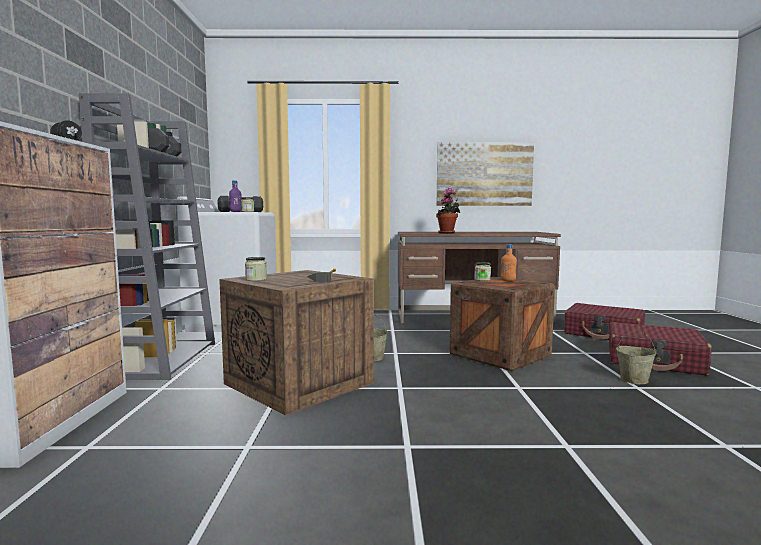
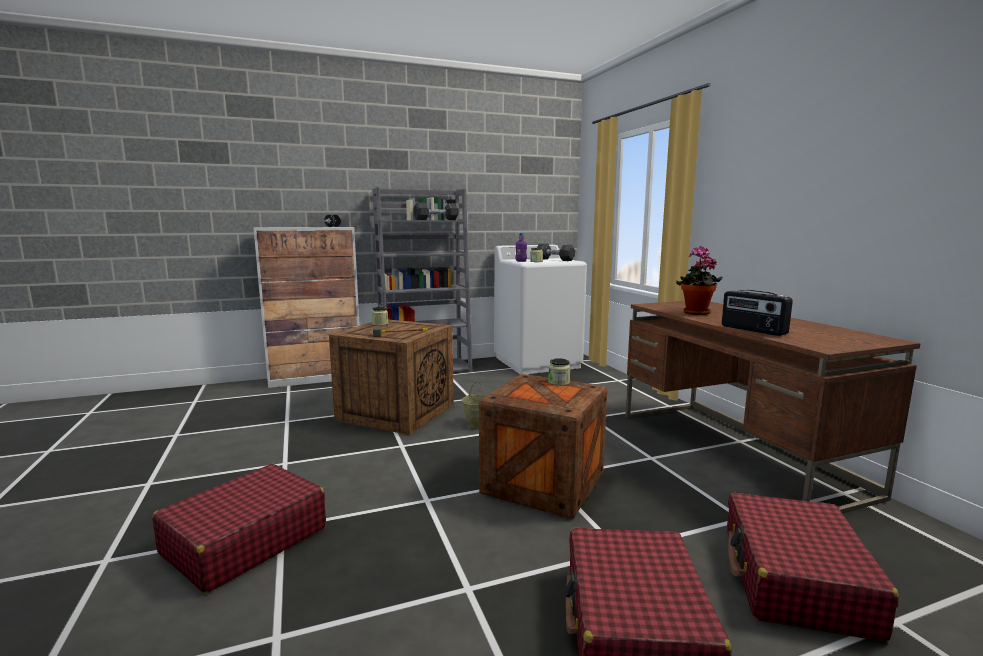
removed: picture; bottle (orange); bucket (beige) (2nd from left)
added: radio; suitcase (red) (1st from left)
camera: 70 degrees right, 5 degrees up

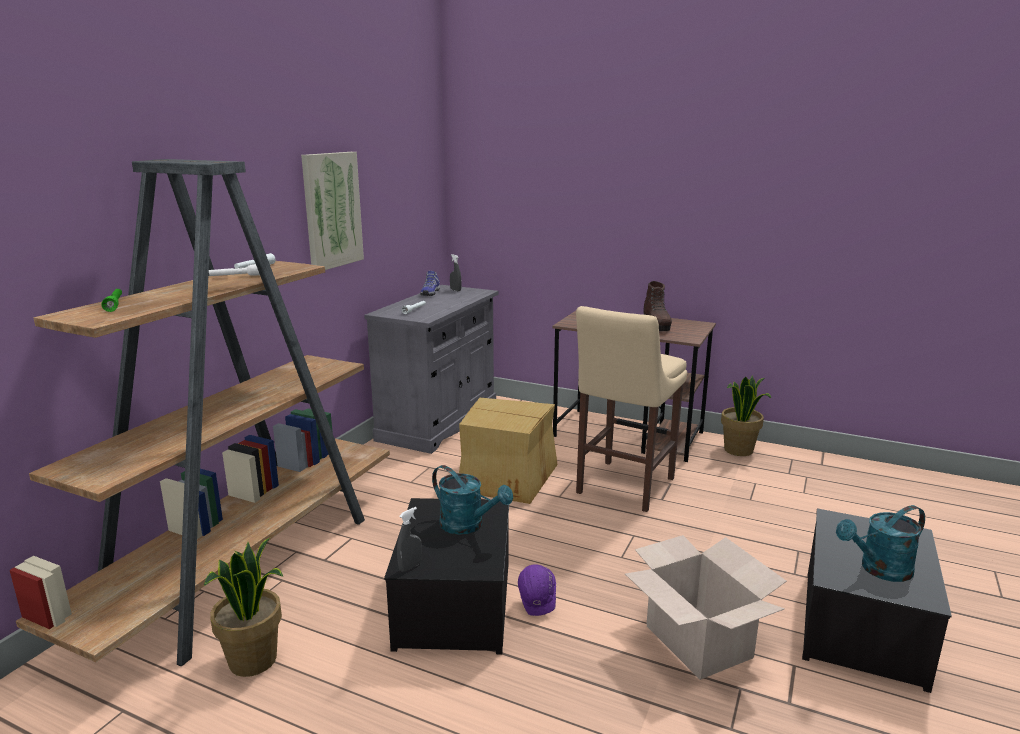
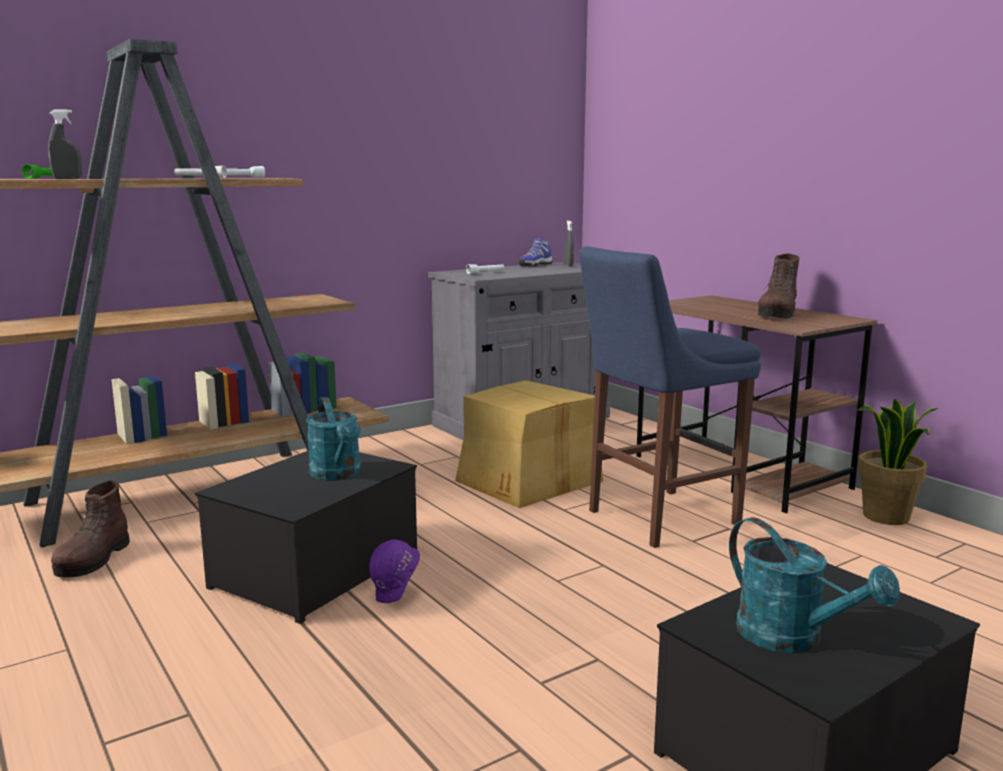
removed: picture; cardboard box (2nd from left)
moved: spray bottle (grey) (1st from left)
replaced: potted plant (1st from left) to boot (brown) (1st from left)
recoloured: stool (beige) to stool (blue)
turned: watering can (turquoise) (2nd from left) 135 degrees counterclockwise
camera: 30 degrees right, 5 degrees down

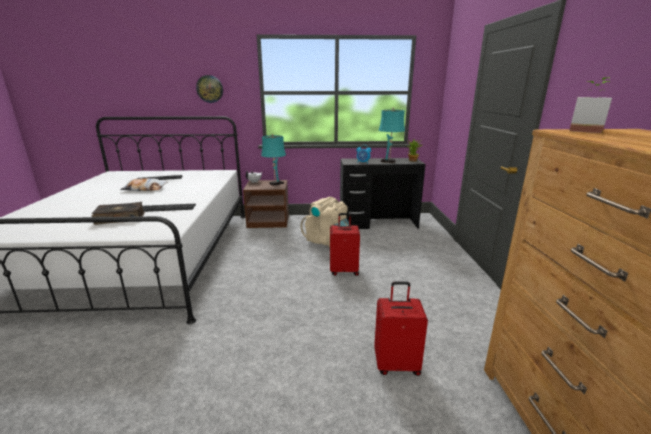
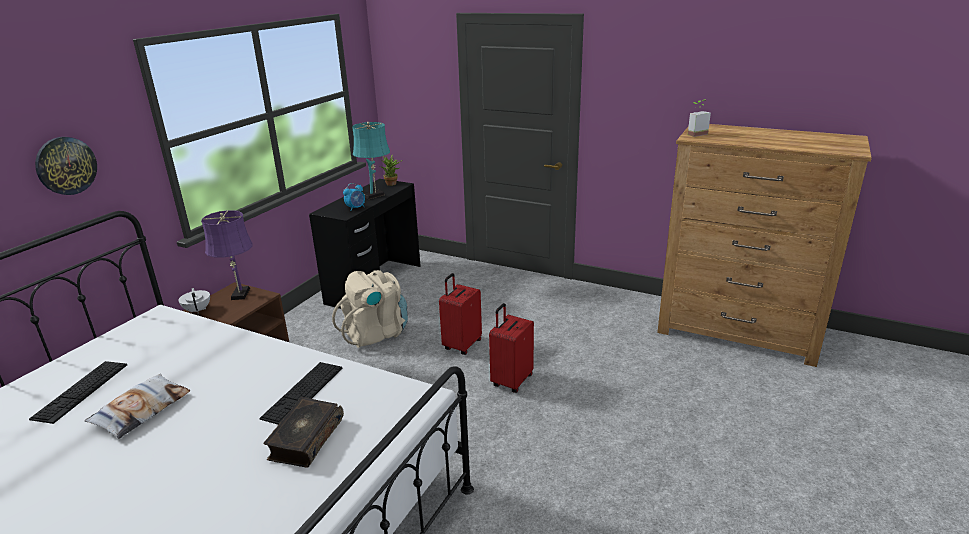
moved: suitcase (red) (2nd from left)
recoloured: table lamp (turquoise) (1st from left) to table lamp (purple)
camera: 60 degrees left, 5 degrees up

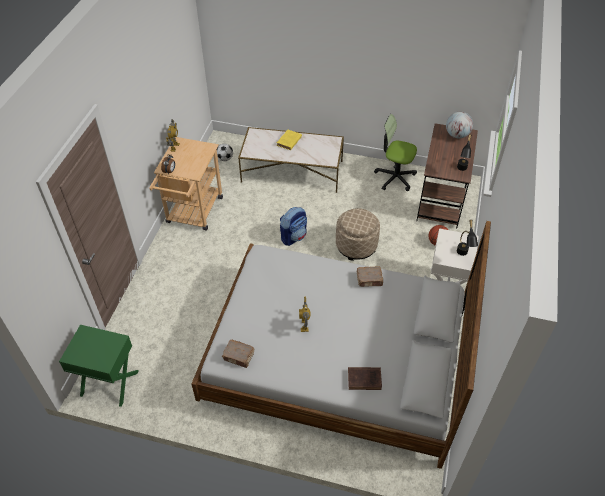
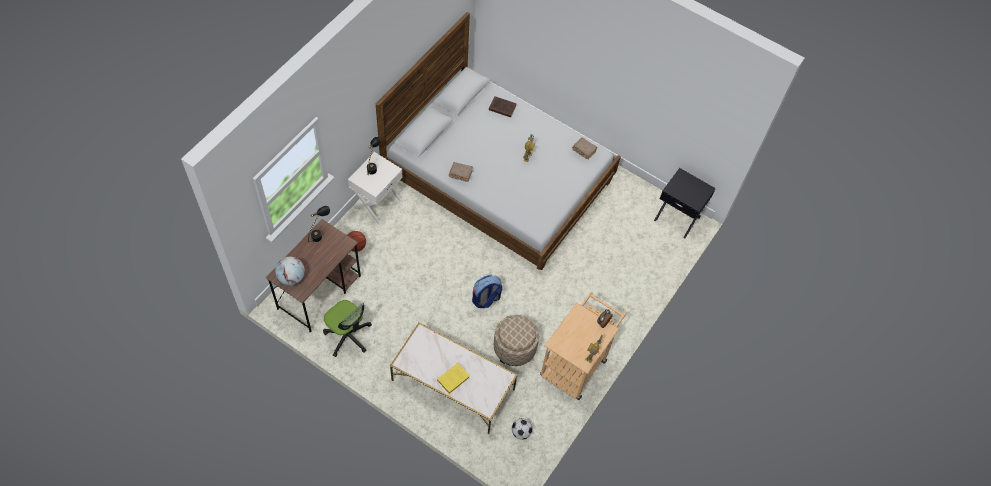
moved: ottoman (beige)
recoloured: nightstand (green) to nightstand (black)
camera: 165 degrees left, 10 degrees up

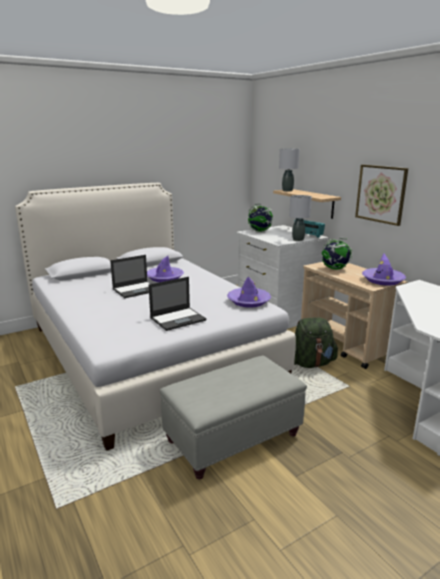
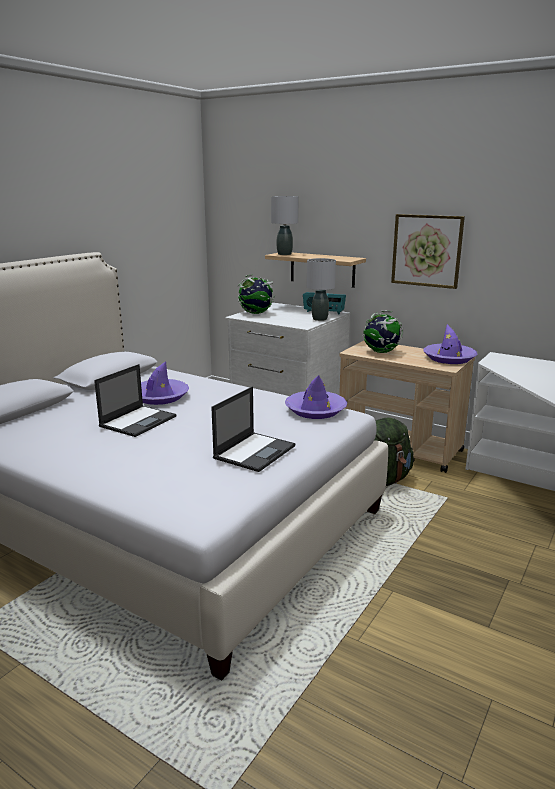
removed: ottoman (grey)
camera: 25 degrees left, 0 degrees up

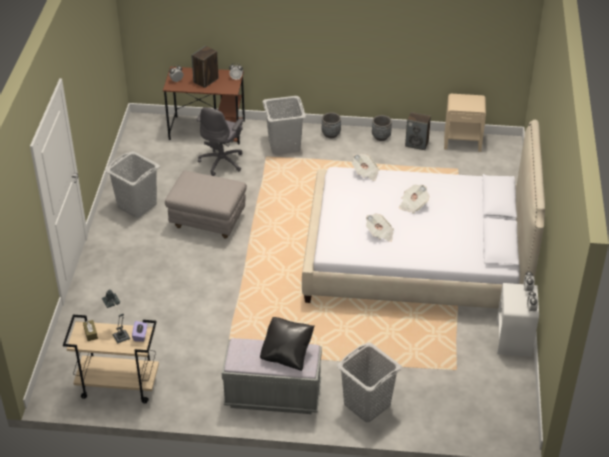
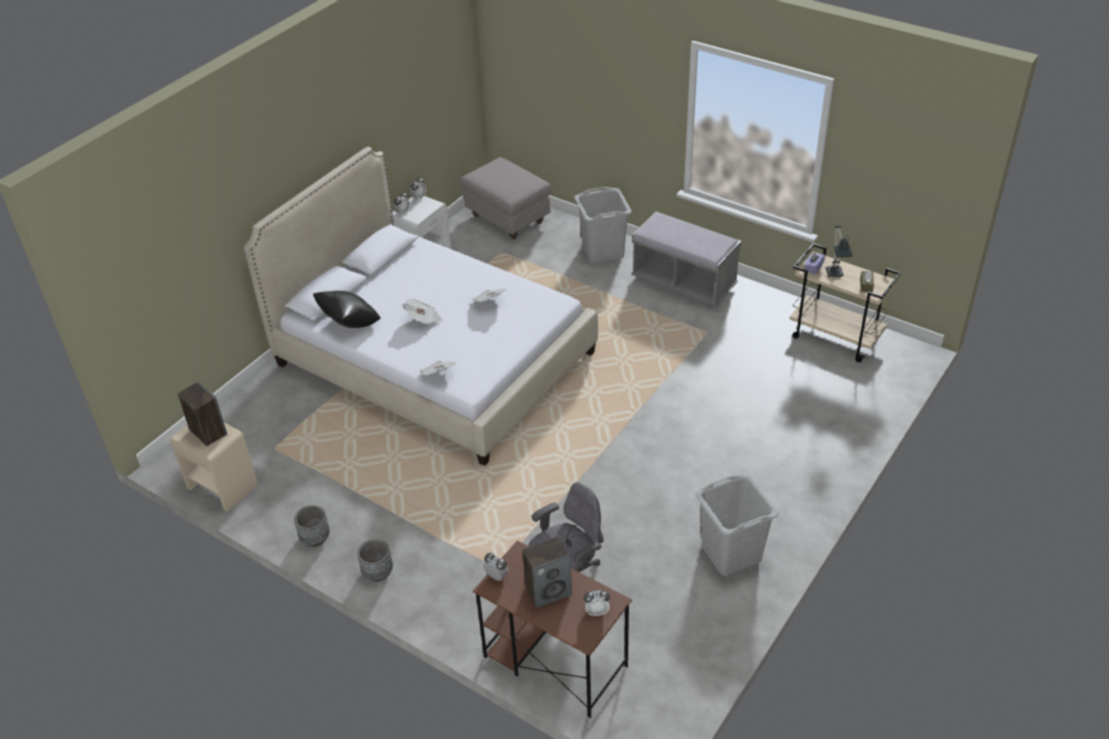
removed: laundry basket (grey) (2nd from left)
moved: speaker (2nd from left in the first image) to speaker (1st from left); ottoman (grey); pillow (black)
camera: 150 degrees left, 0 degrees up

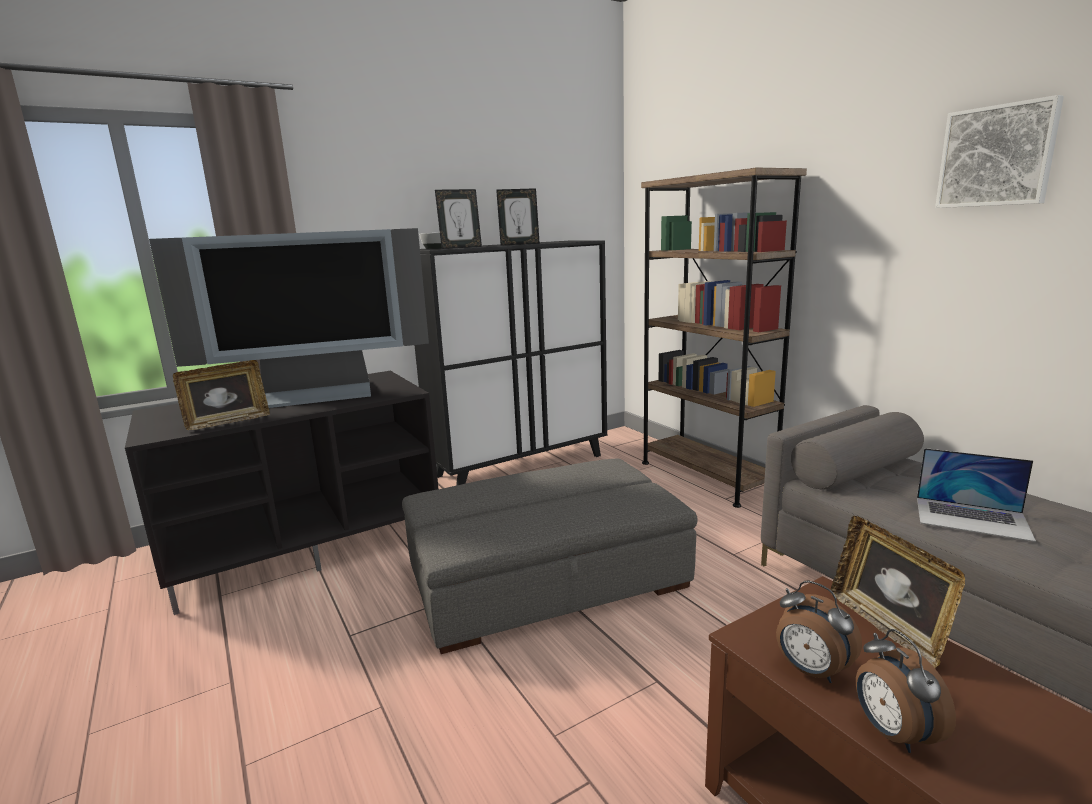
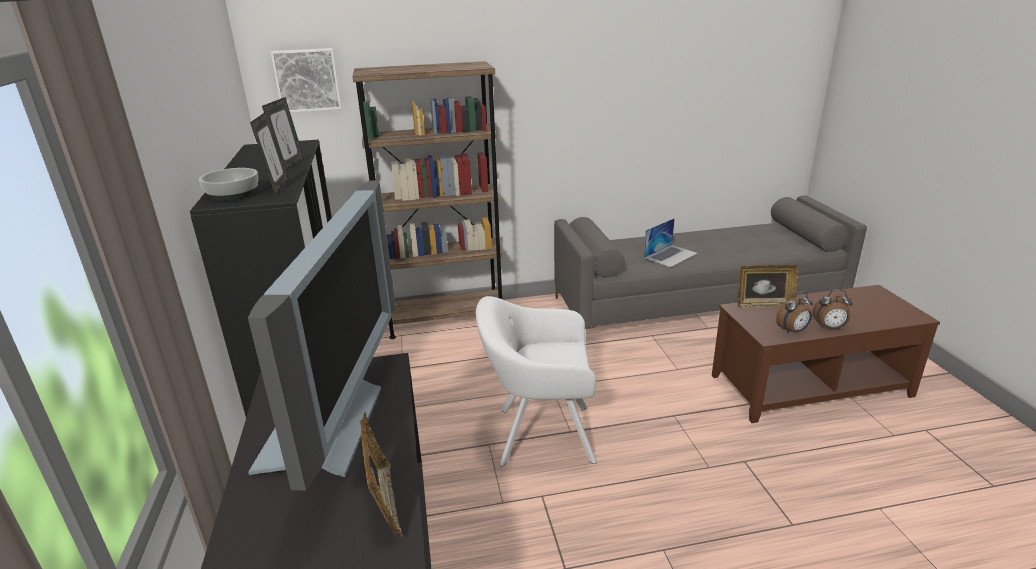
moved: picture
replaced: ottoman (grey) to armchair (white)
camera: 70 degrees left, 10 degrees up

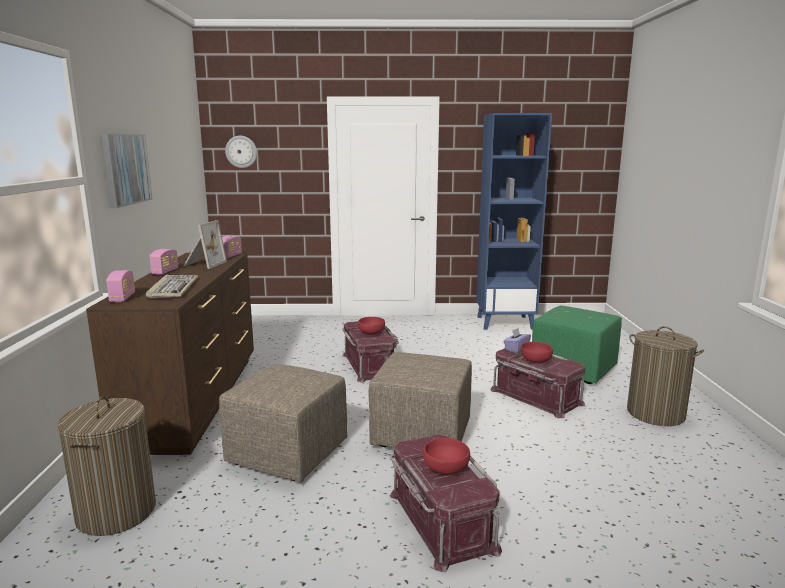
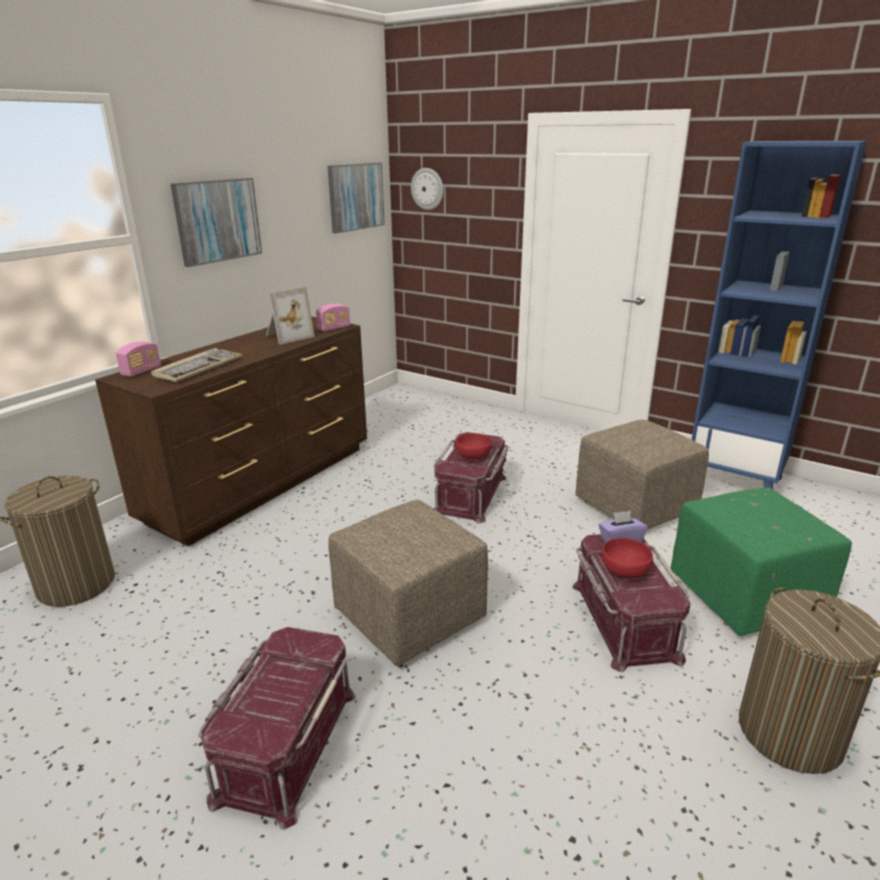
removed: radio (2nd from left); bowl (red) (2nd from left)
added: picture (2nd from left)
moved: ottoman (beige) (1st from left in the first image) to ottoman (beige) (2nd from left)
camera: 35 degrees right, 10 degrees up

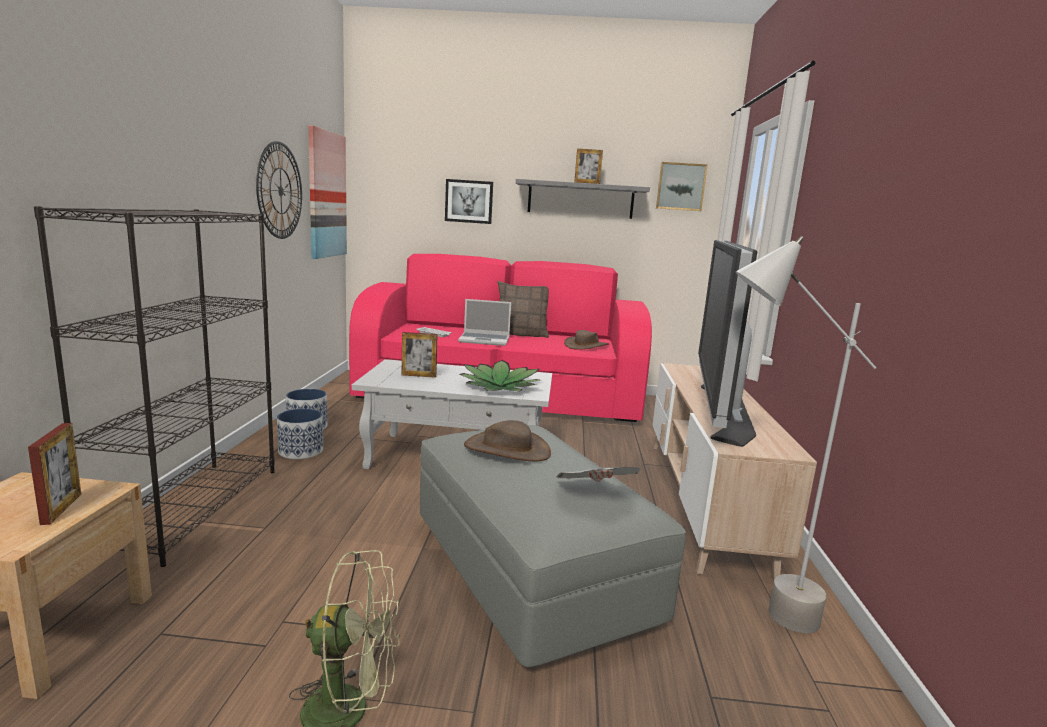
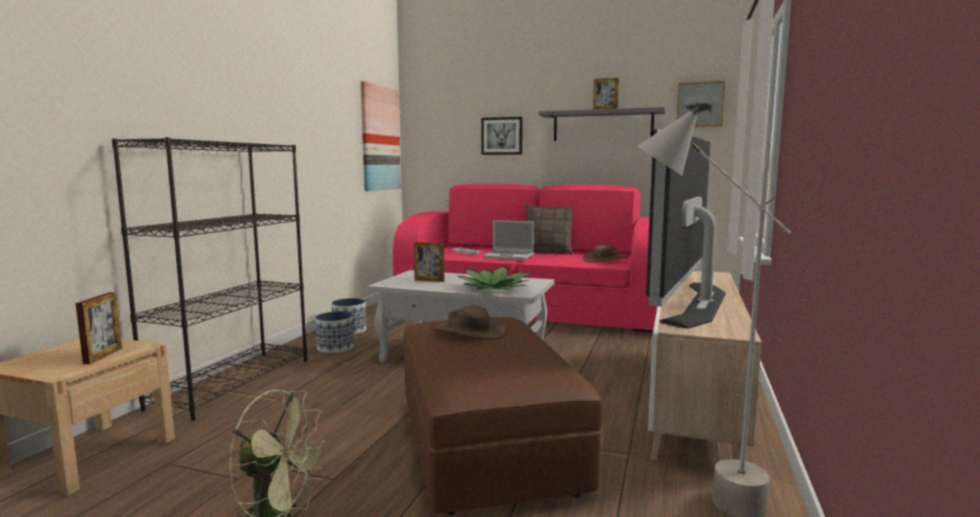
removed: wall clock; newspaper
recoloured: ottoman (grey) to ottoman (brown)
camera: 15 degrees right, 5 degrees down

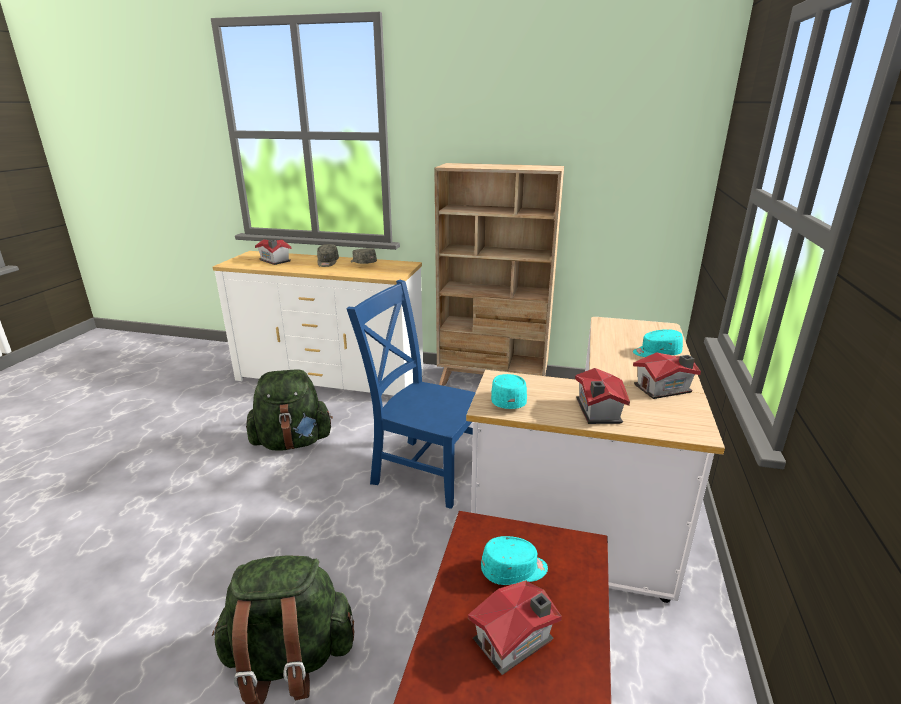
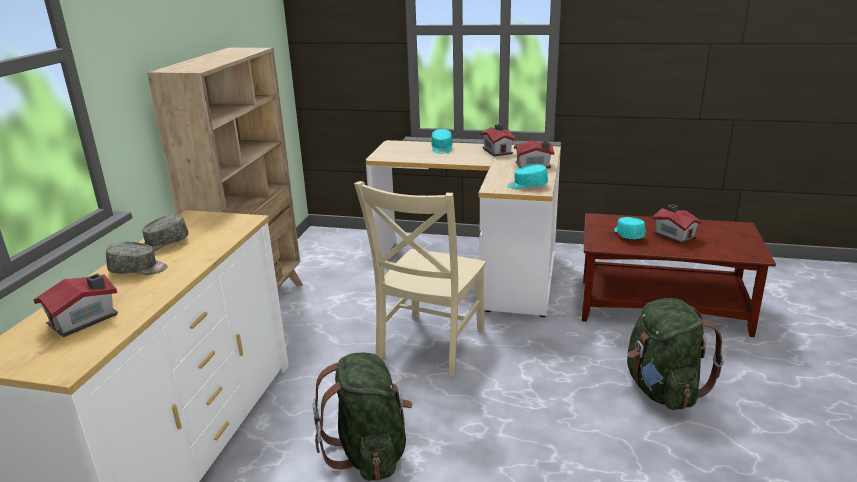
recoloured: chair (blue) to chair (beige)
camera: 90 degrees left, 0 degrees up

